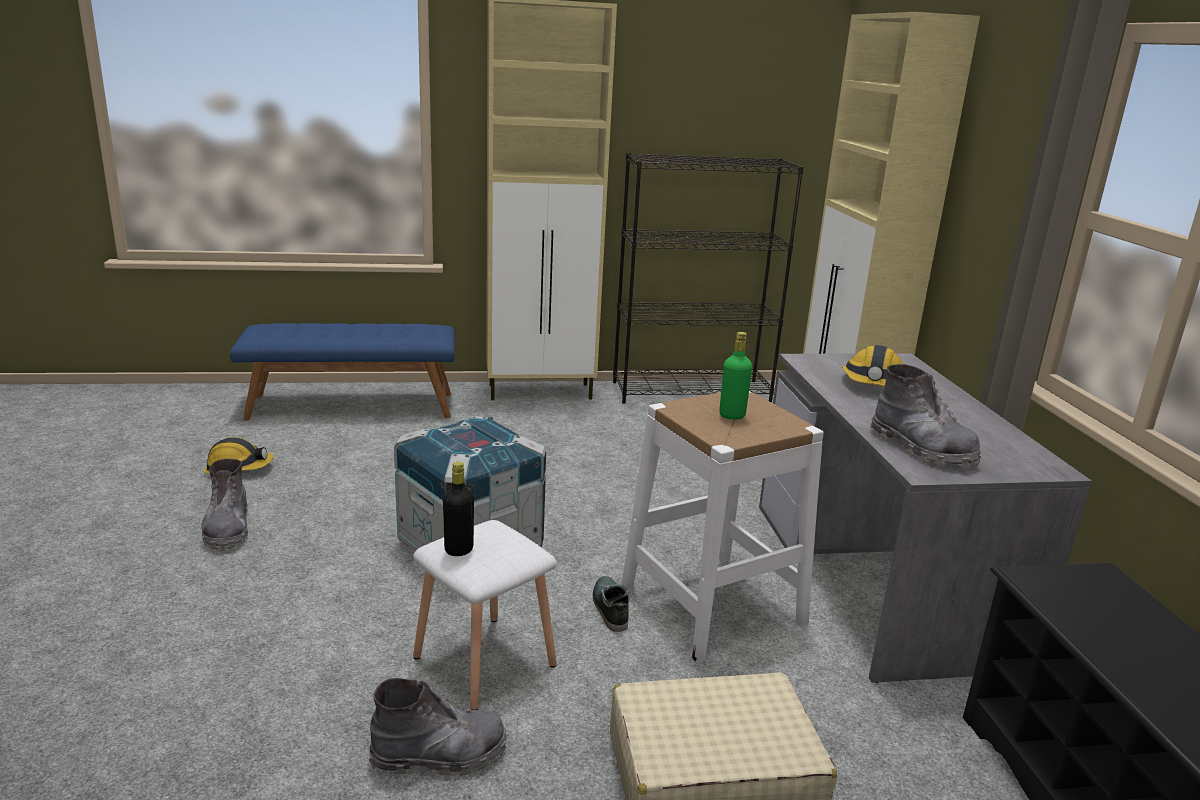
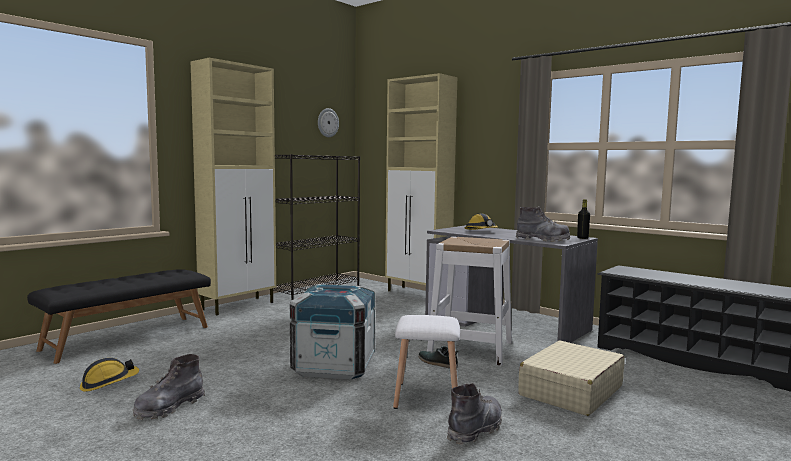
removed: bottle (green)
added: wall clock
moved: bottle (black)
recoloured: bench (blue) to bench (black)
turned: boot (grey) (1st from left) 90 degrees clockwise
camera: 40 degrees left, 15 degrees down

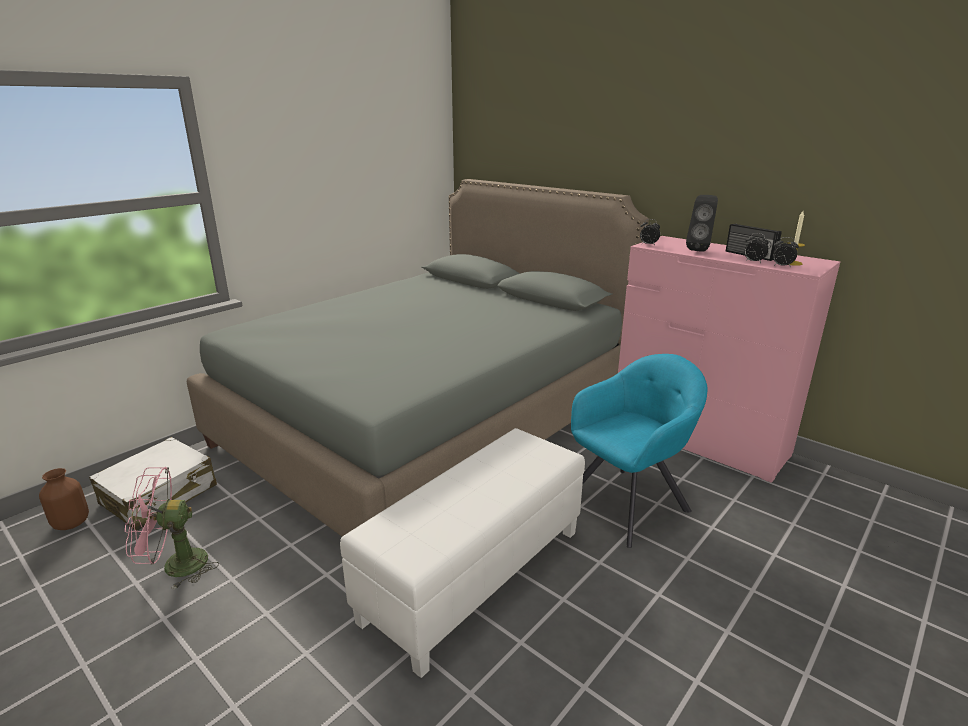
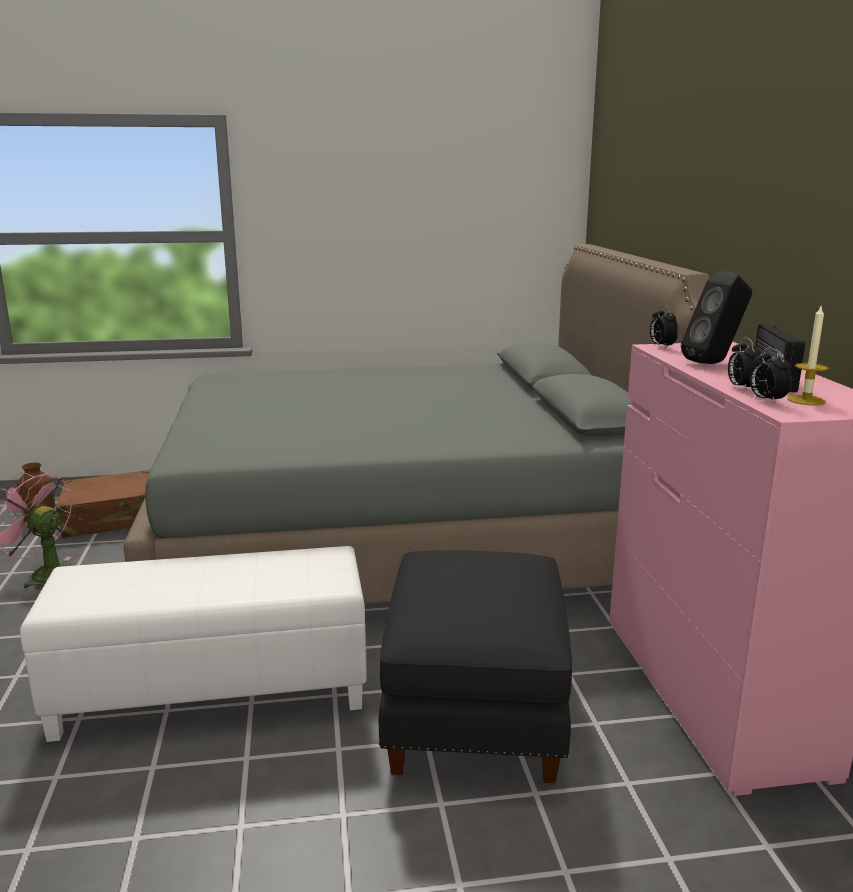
replaced: armchair (turquoise) to ottoman (black)
recoloured: suitcase (white) to suitcase (brown)
camera: 40 degrees right, 5 degrees down

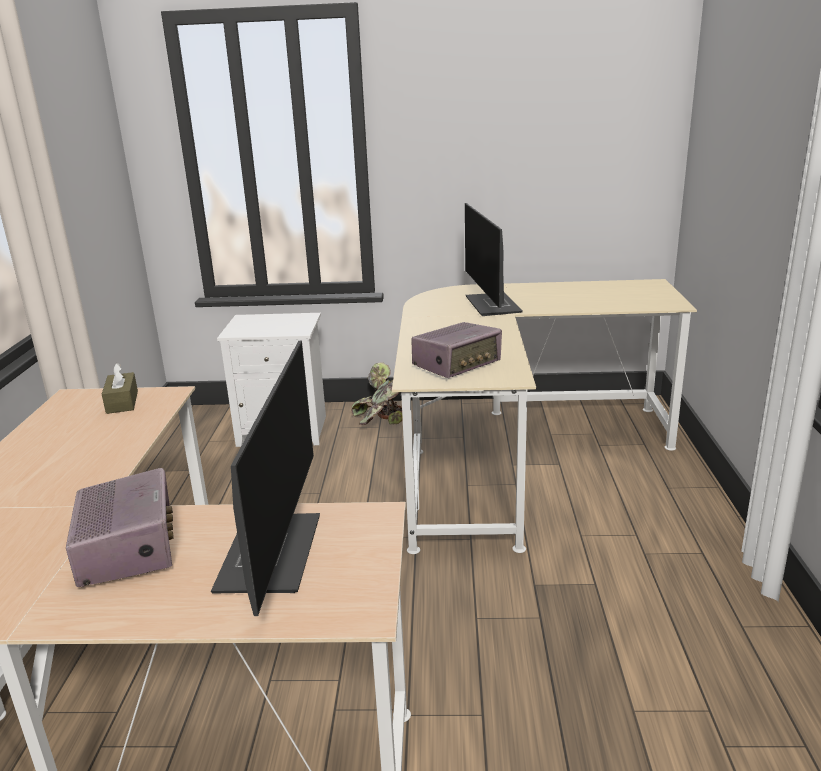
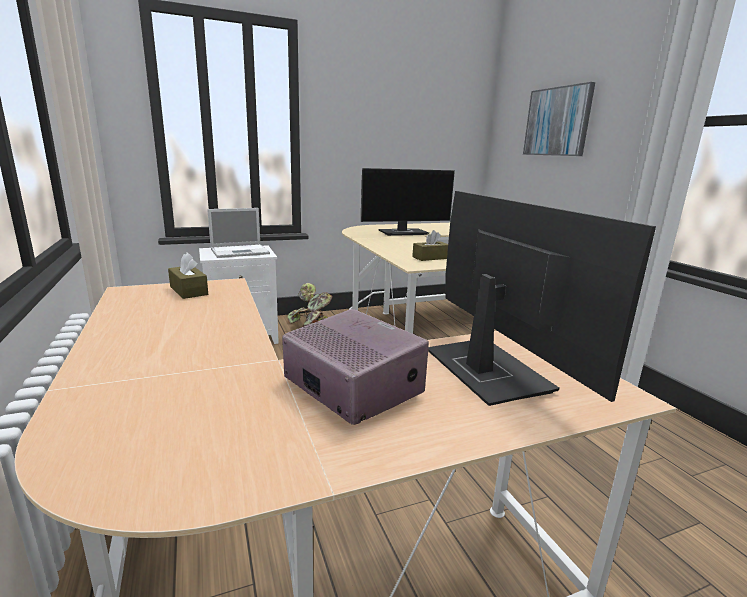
added: picture; laptop
replaced: radio (2nd from left) to tissue box (brown) (2nd from left)
turned: monitor (2nd from left in the first image) 75 degrees counterclockwise
camera: 25 degrees left, 5 degrees down

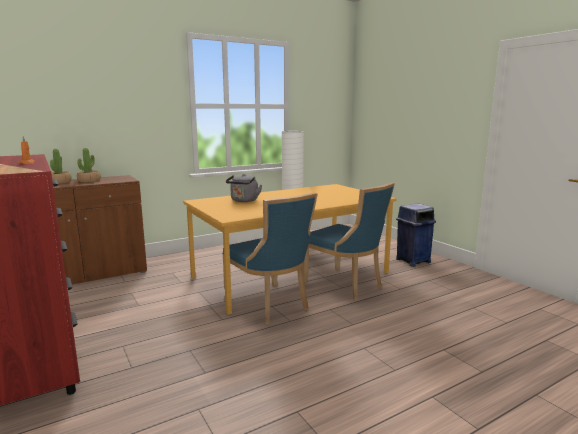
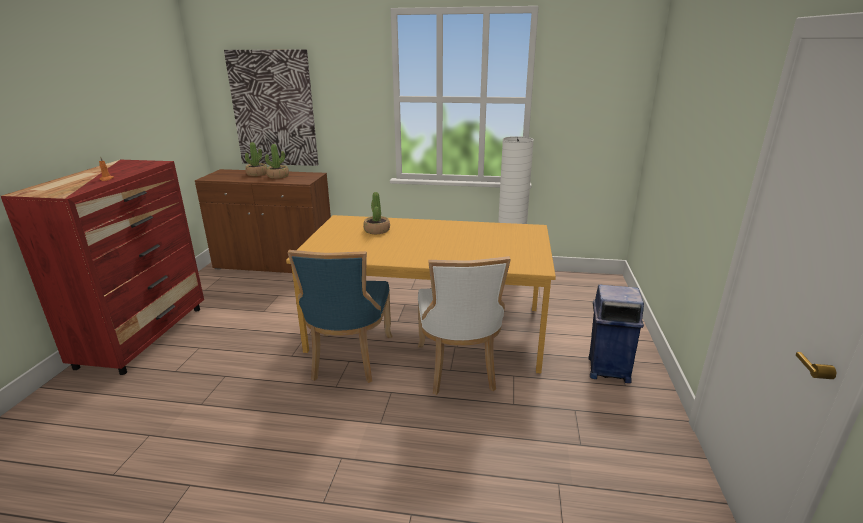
added: picture
replaced: kettle (grey) to potted plant (3rd from left)
recoloured: chair (blue) (2nd from left) to chair (white)
camera: 40 degrees right, 10 degrees up

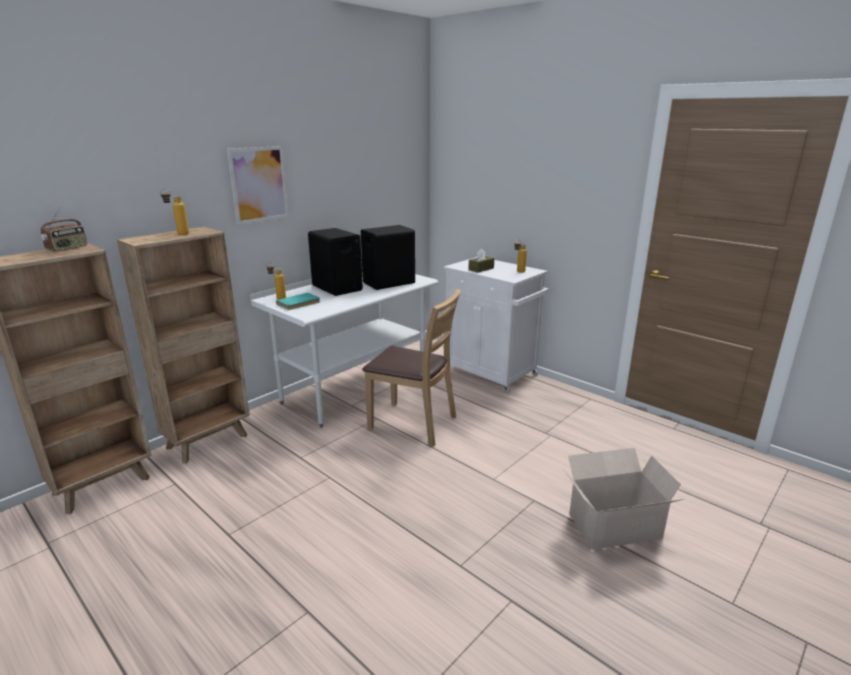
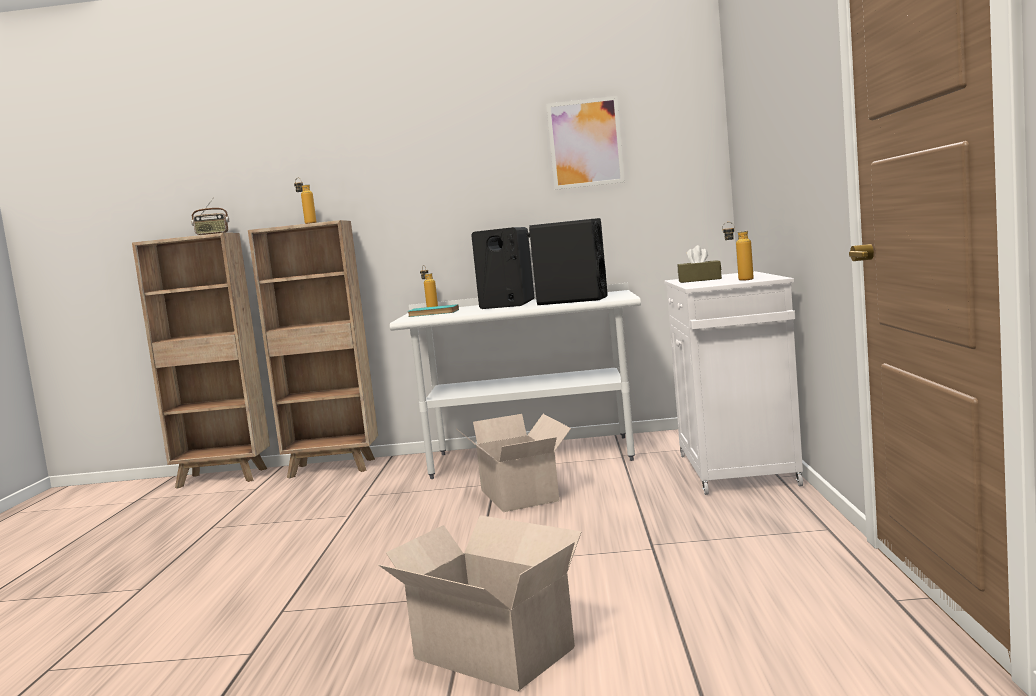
moved: picture
replaced: chair (brown) to cardboard box (2nd from left)
camera: 50 degrees right, 15 degrees down

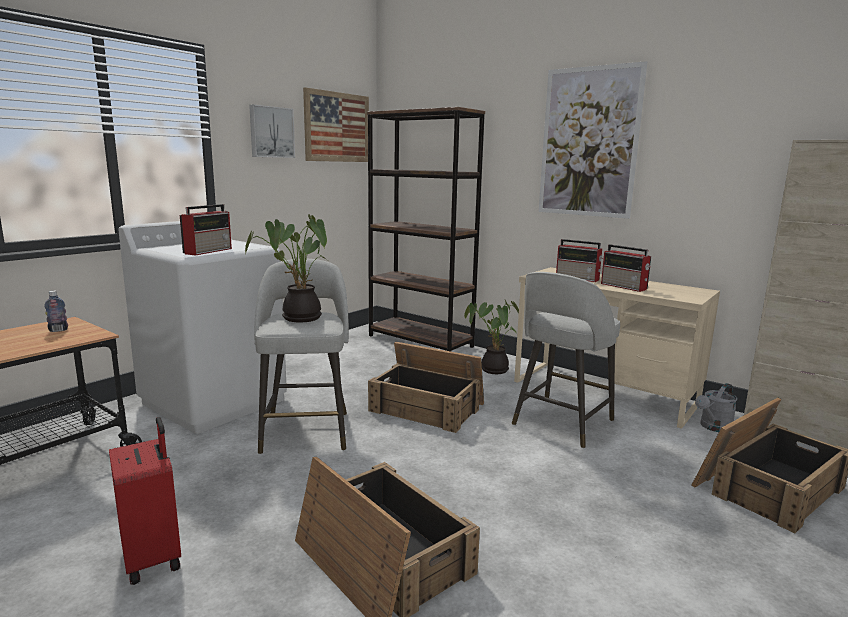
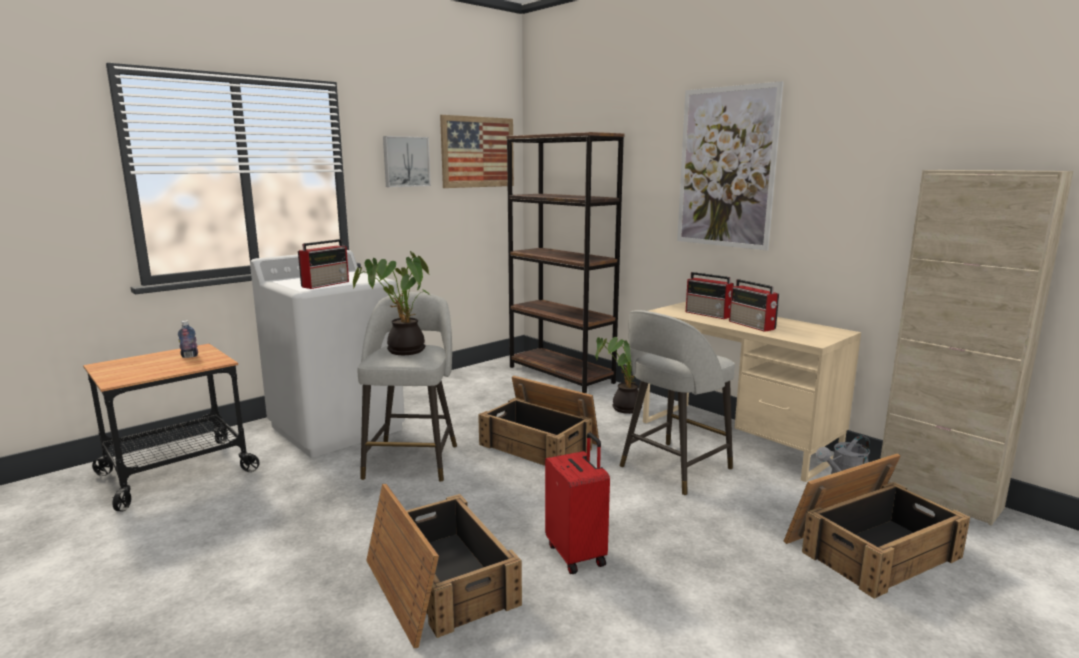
moved: suitcase (red)
camera: 10 degrees right, 0 degrees up

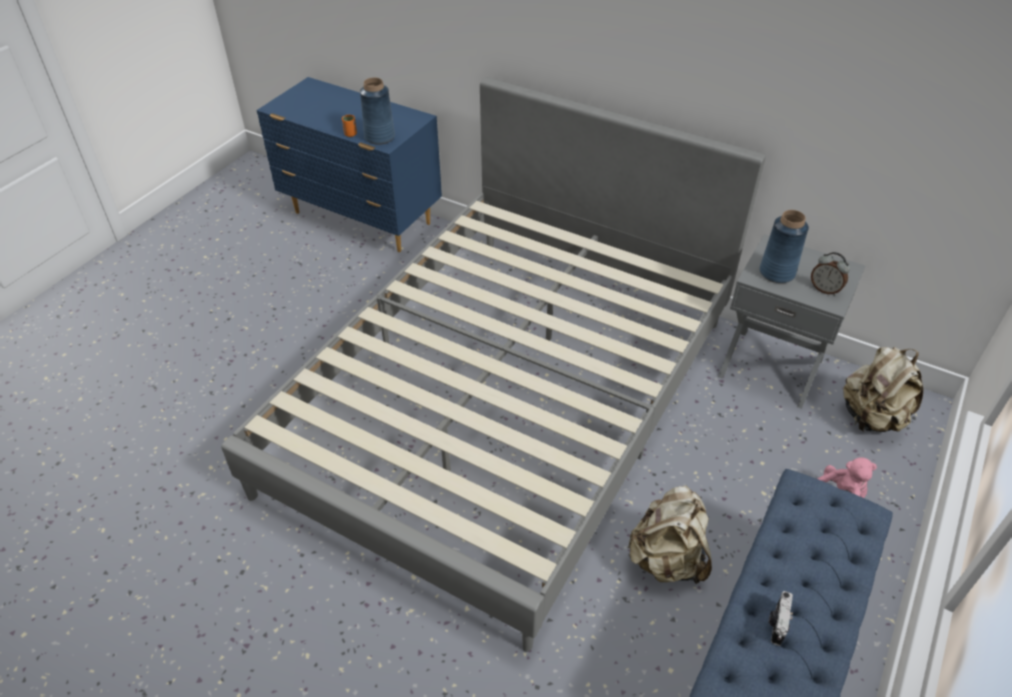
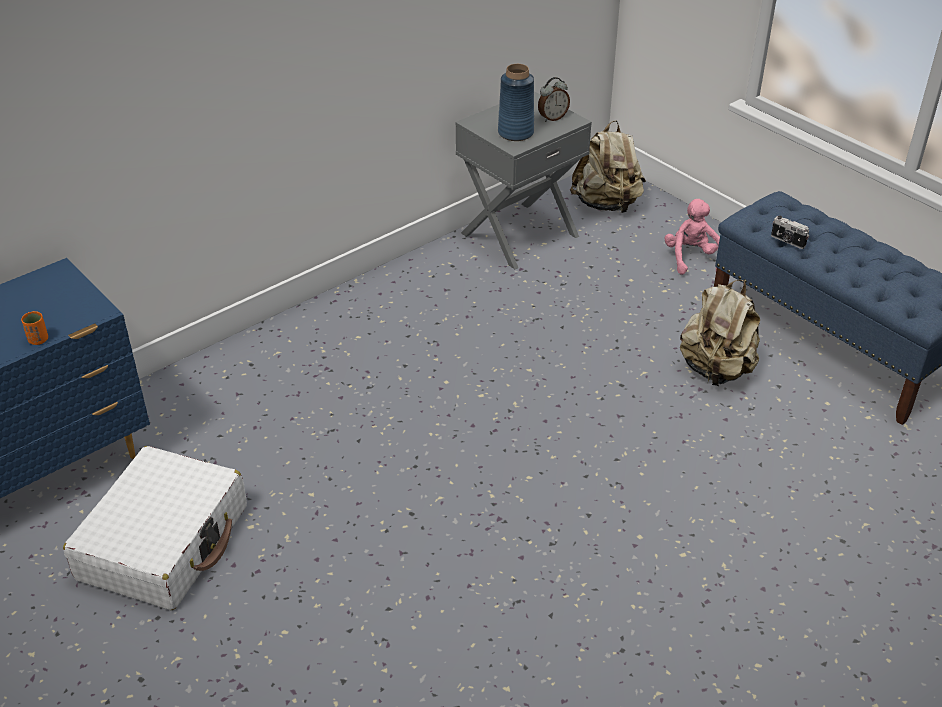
removed: bed (grey); vase (blue) (1st from left)
added: suitcase (white)
moved: photo camera
camera: 70 degrees left, 5 degrees down

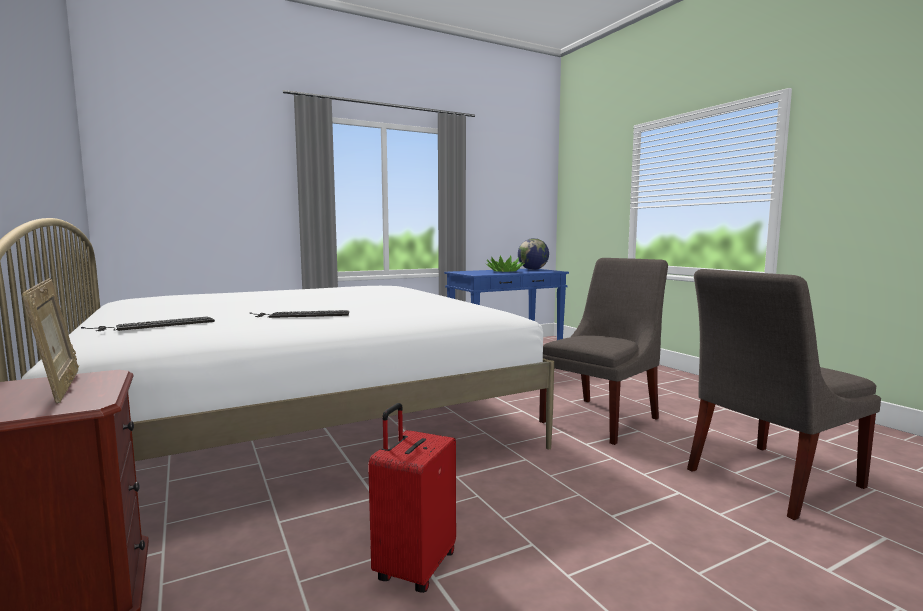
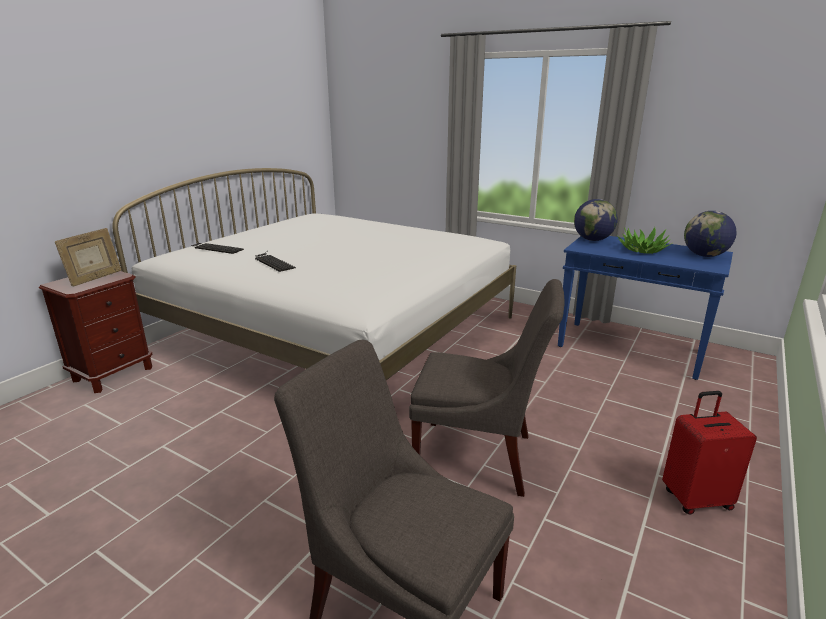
added: globe (1st from left)
moved: suitcase (red)
camera: 60 degrees right, 15 degrees up

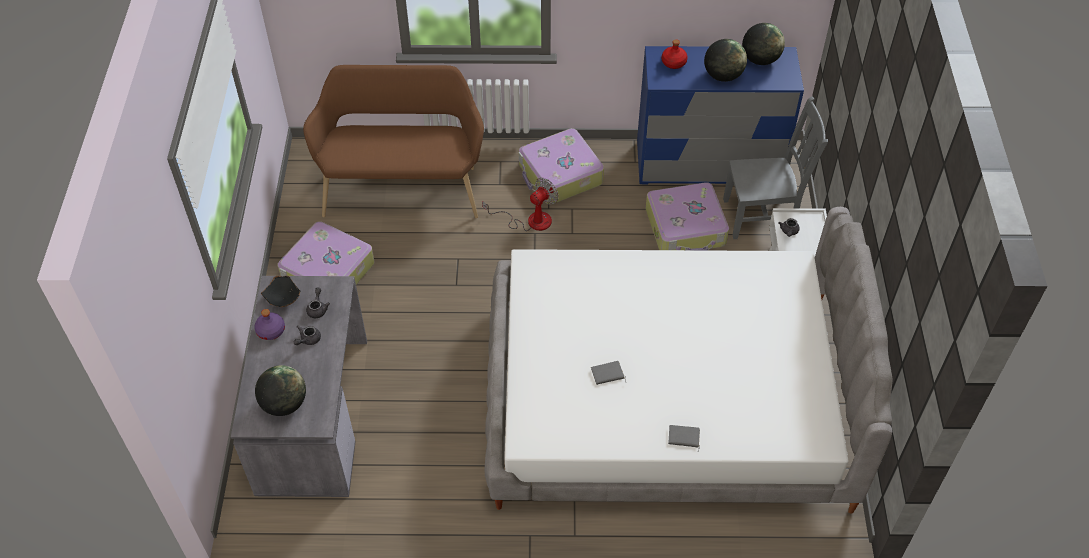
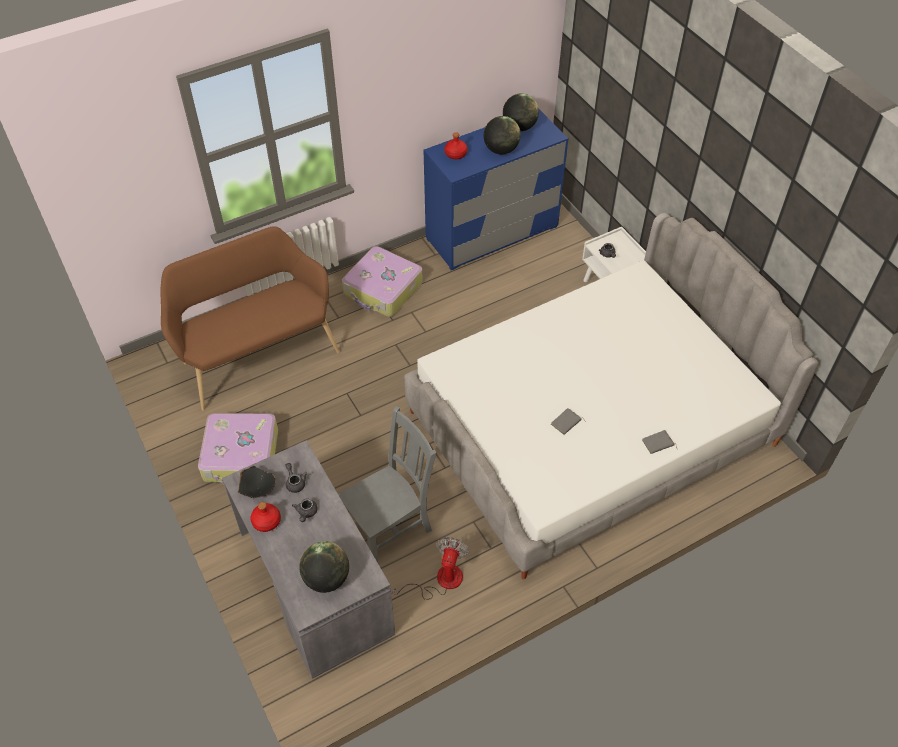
removed: suitcase (3rd from left)
moved: chair (grey); fan
recoloured: bottle (purple) to bottle (red) (1st from left)
camera: 30 degrees left, 0 degrees up

